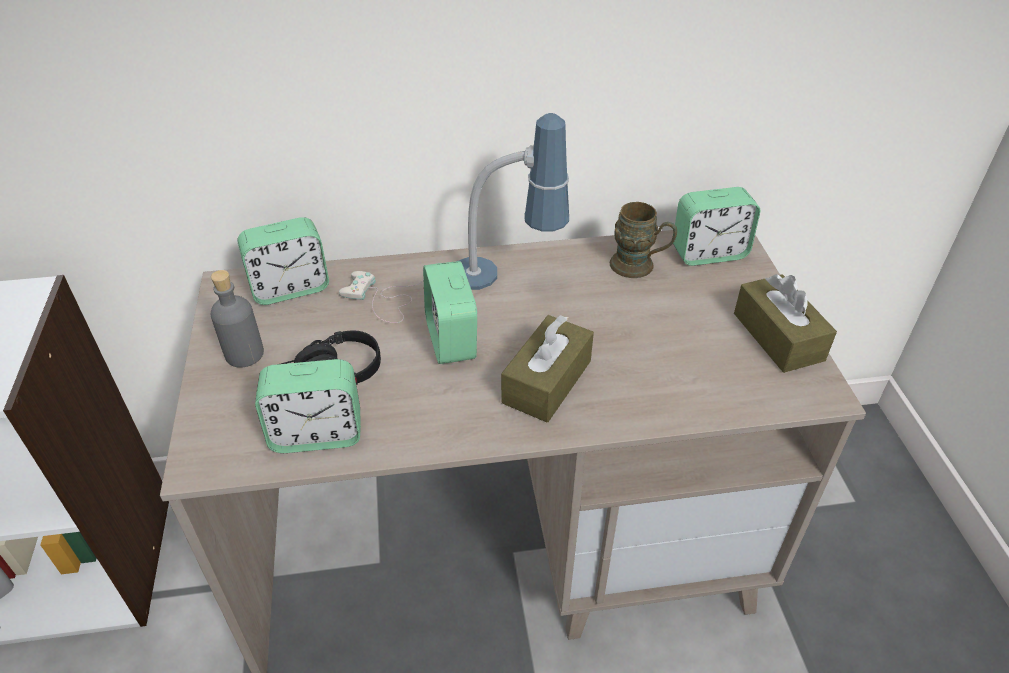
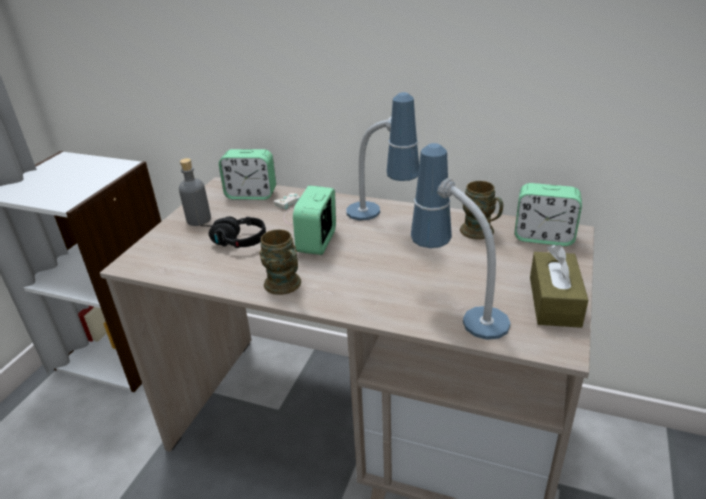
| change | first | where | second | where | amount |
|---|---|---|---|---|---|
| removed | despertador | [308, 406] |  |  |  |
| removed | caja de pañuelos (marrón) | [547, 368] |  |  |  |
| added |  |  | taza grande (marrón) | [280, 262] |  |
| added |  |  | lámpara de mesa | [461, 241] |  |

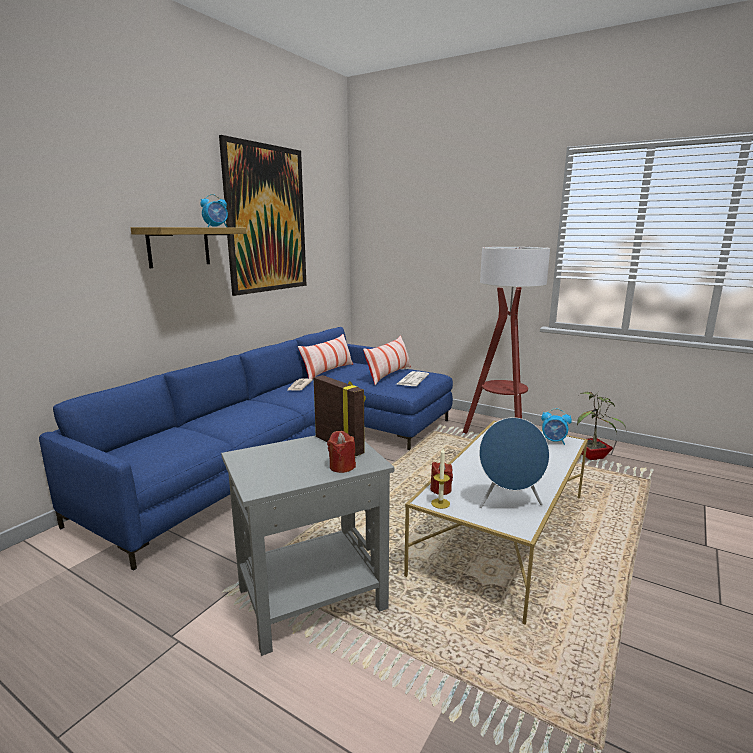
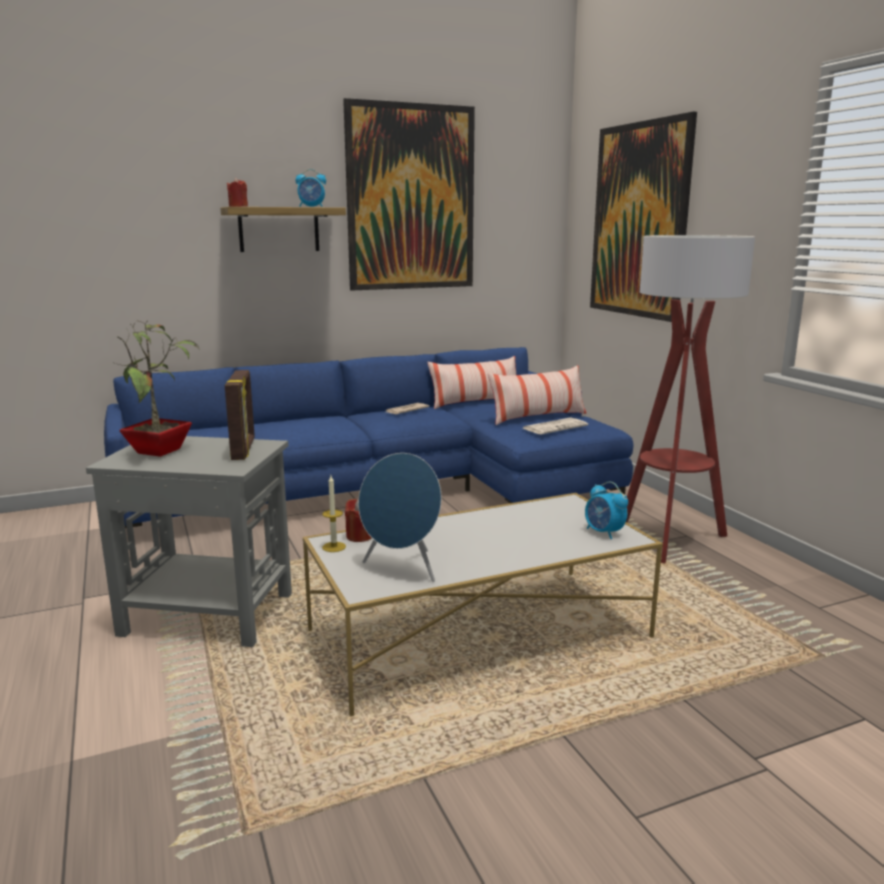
| change | first | where | second | where | amount |
|---|---|---|---|---|---|
| moved | vela (rojo) | [341, 452] |  | [237, 192] |  |
| moved | planta en maceta | [601, 426] |  | [157, 388] |  |
| added |  |  | cuadro | [643, 217] |  |

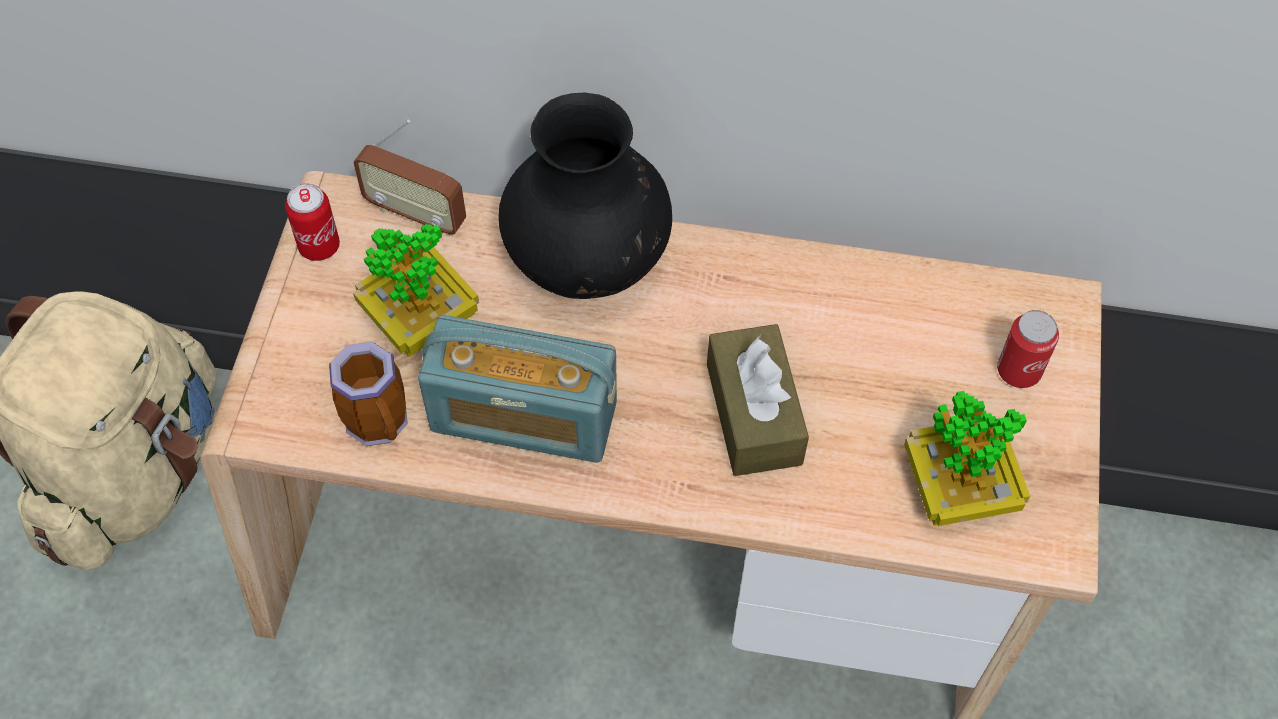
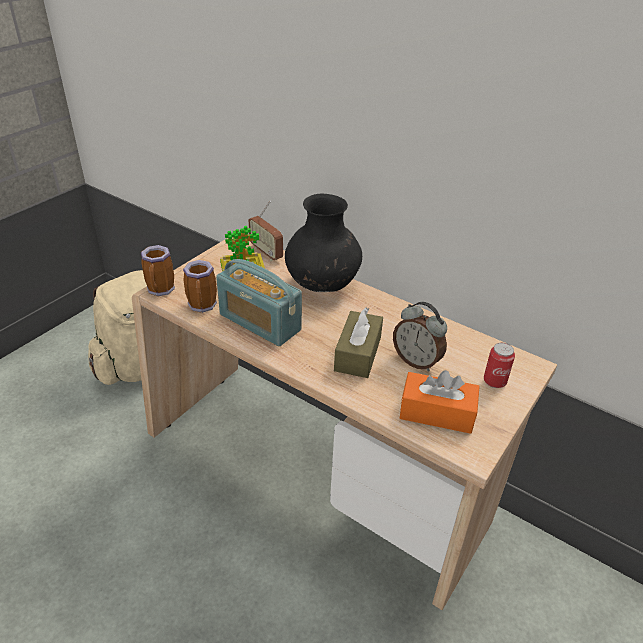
| change | first | where | second | where | amount |
|---|---|---|---|---|---|
| removed | lata | [312, 222] |  |  |  |
| replaced | planta en maceta | [967, 458] | caja de pañuelos (naranja) | [440, 402] |  |
| added |  |  | taza grande | [158, 270] |  |
| added |  |  | despertador | [420, 337] |  |

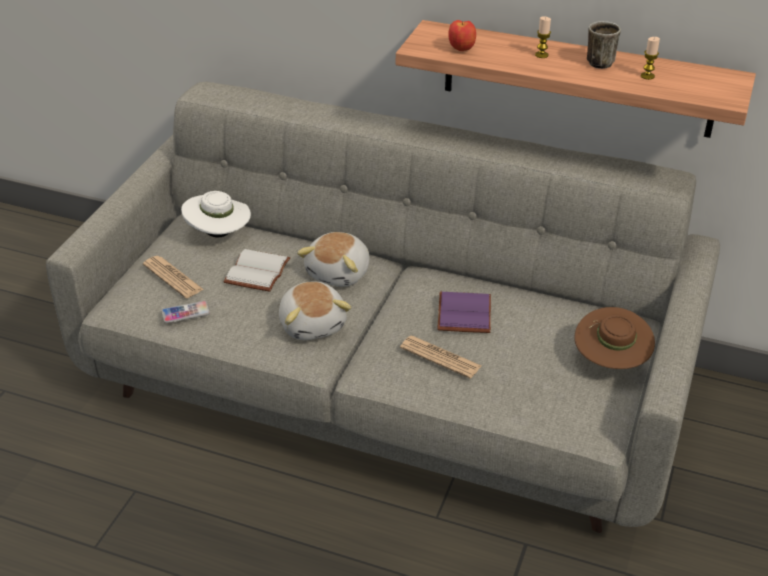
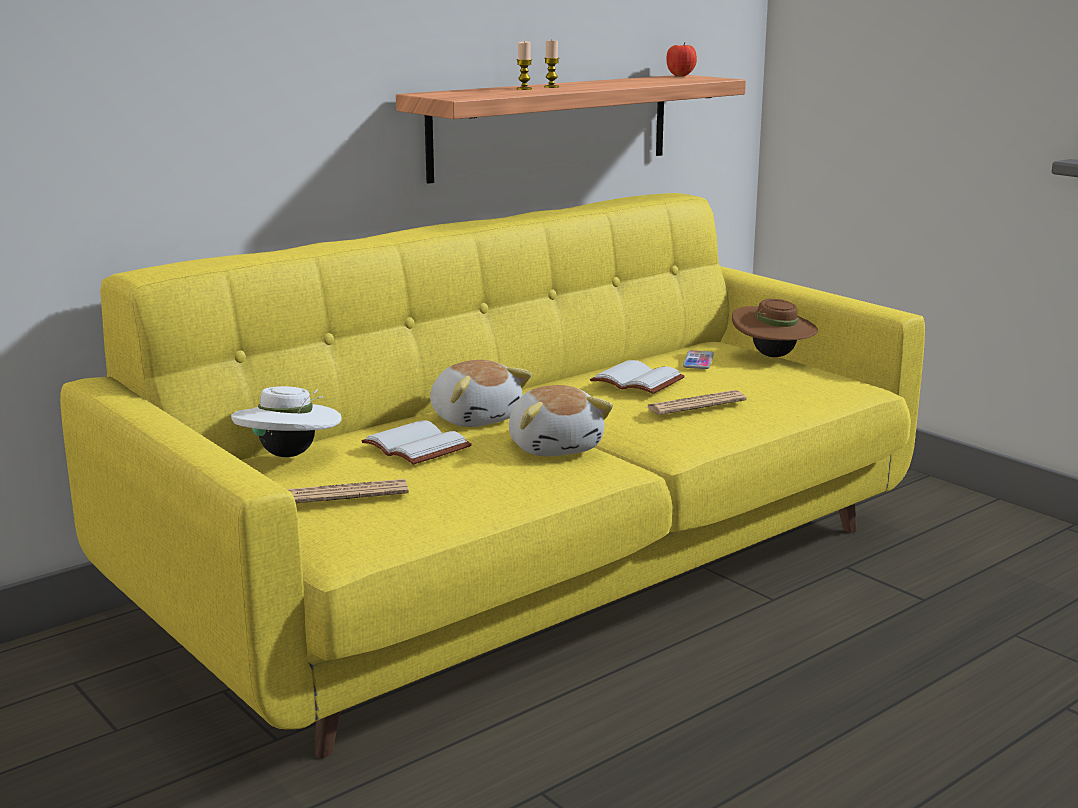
| change | first | where | second | where | amount |
|---|---|---|---|---|---|
| recoloured | sofá (gris) | [383, 307] | sofá (amarillo) | [492, 476] |  |
| moved | móvil | [185, 312] |  | [698, 359] |  |
| turned | peluche | [315, 310] |  | [561, 420] | 60 degrees clockwise |
| recoloured | libro (morado) | [464, 312] | libro (blanco) | [637, 377] |  |
| moved | manzana | [462, 35] |  | [681, 59] |  |
| removed | taza grande | [604, 45] |  |  |  |
| moved | vela | [650, 58] |  | [524, 65] |  |

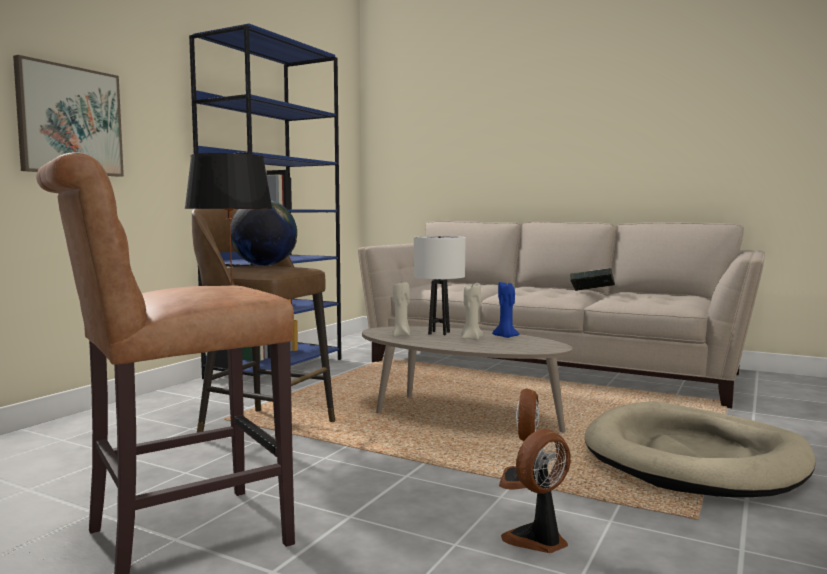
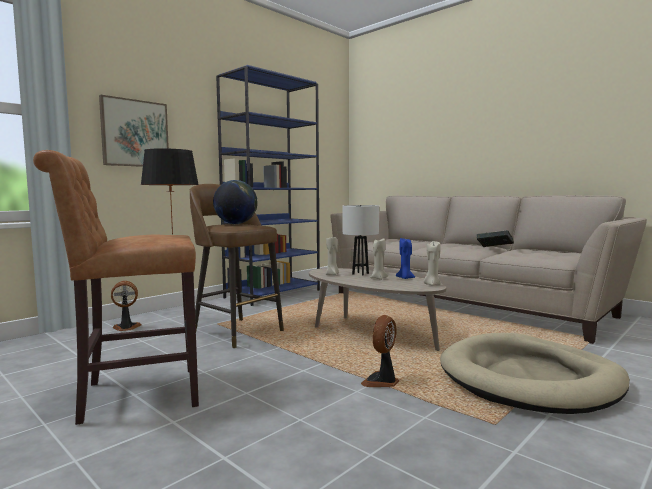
| change | first | where | second | where | amount |
|---|---|---|---|---|---|
| moved | ventilador | [536, 491] |  | [126, 306] |  |
| added |  |  | vela (beis) | [432, 263] |  |

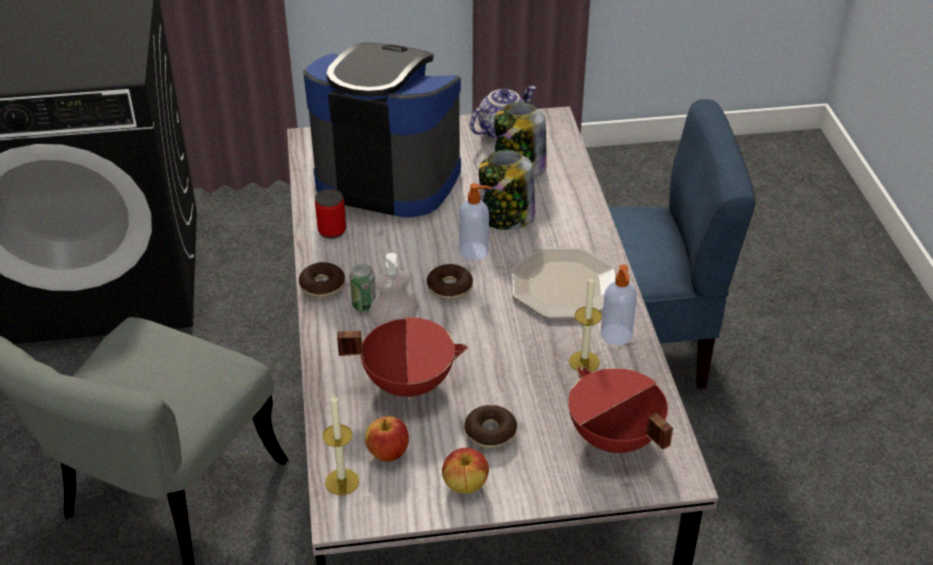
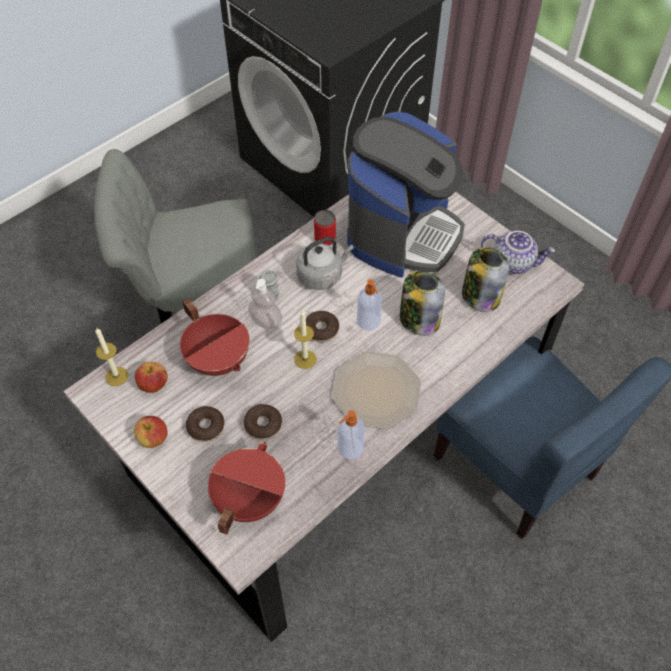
| change | first | where | second | where | amount |
|---|---|---|---|---|---|
| moved | rosquilla | [322, 280] |  | [263, 422] |  |
| turned | cafetera | [382, 130] |  | [406, 194] | 45 degrees clockwise |
| moved | vela | [585, 323] |  | [305, 339] |  |
| added |  |  | hervidor (gris) | [325, 263] |  |

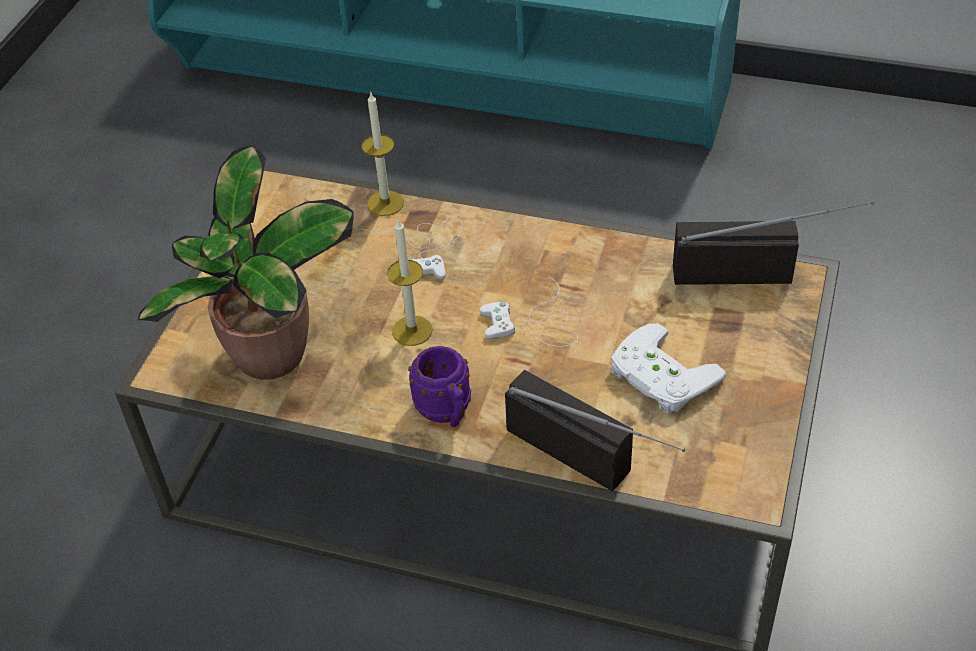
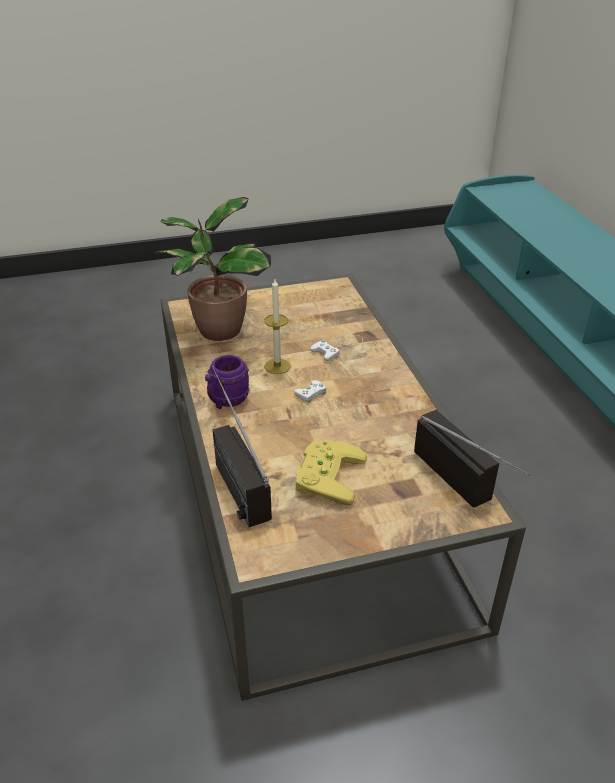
| change | first | where | second | where | amount |
|---|---|---|---|---|---|
| removed | vela | [383, 153] |  |  |  |
| turned | radio | [595, 430] |  | [241, 446] | 150 degrees clockwise |
| recoloured | mando de consola (blanco) | [668, 368] | mando de consola (amarillo) | [331, 473] |  |

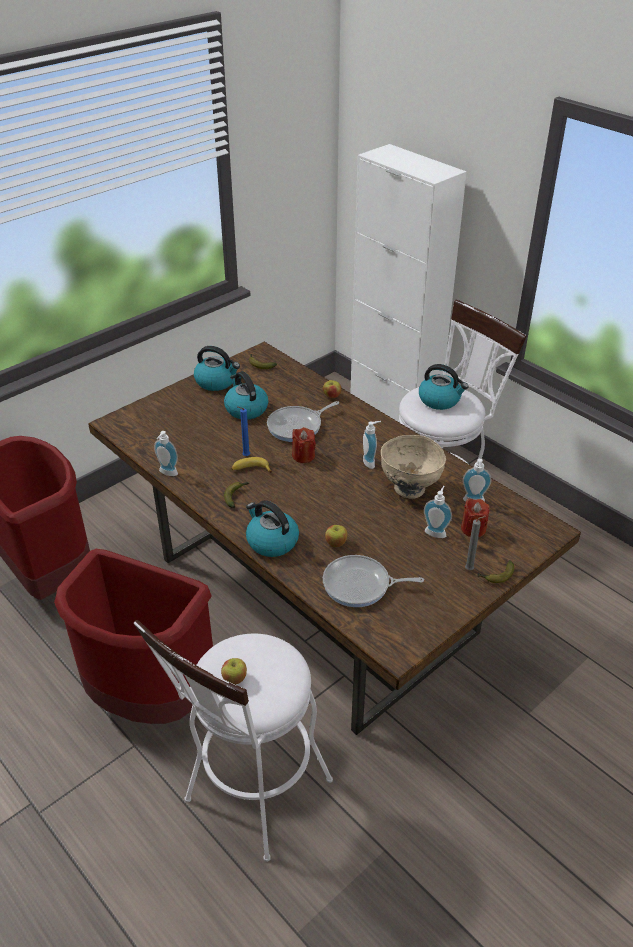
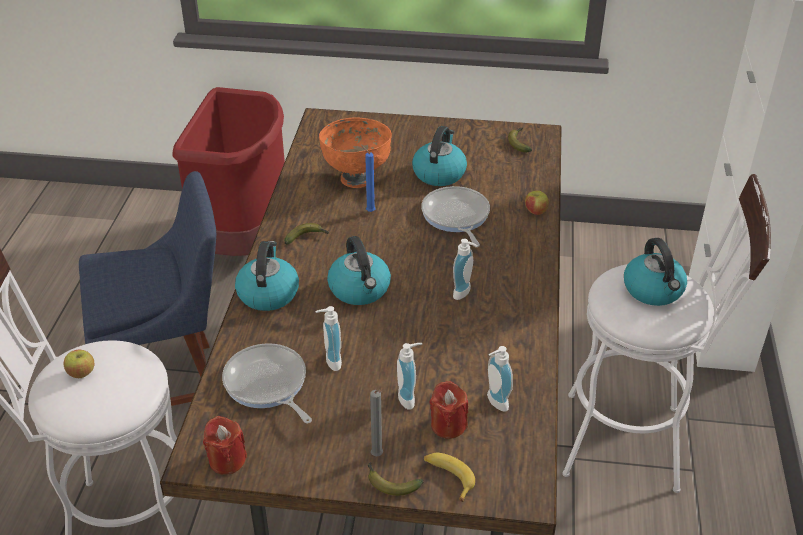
| change | first | where | second | where | amount |
|---|---|---|---|---|---|
| replaced | papelera (rojo) | [133, 636] | silla (azul) | [147, 288] |  |
| moved | dispensador de jabón | [166, 453] |  | [328, 338] |  |
| moved | hervidor | [217, 368] |  | [359, 270] |  |
| moved | plátano | [251, 465] |  | [449, 477] |  |
| turned | sartén | [303, 421] |  | [455, 216] | 60 degrees clockwise |
| moved | vela (rojo) | [304, 445] |  | [225, 445] |  |
| removed | manzana | [336, 536] |  |  |  |
| removed | cuenco (beis) | [413, 467] |  |  |  |
| added |  |  | cuenco (naranja) | [355, 152] |  |

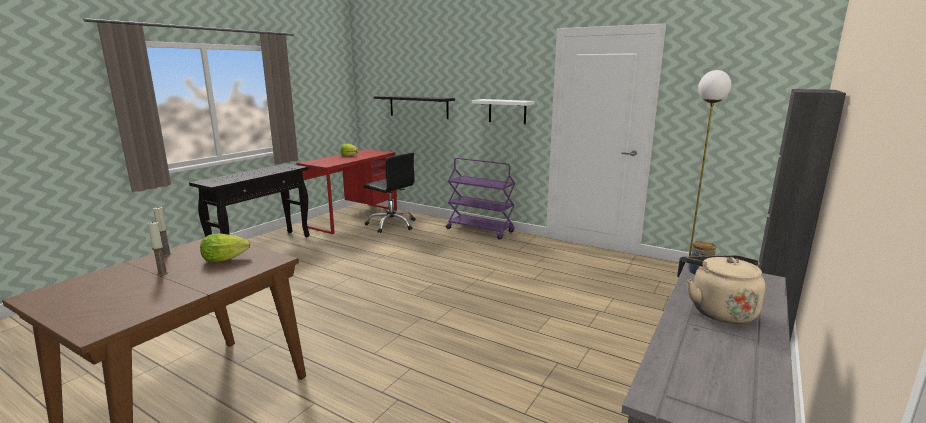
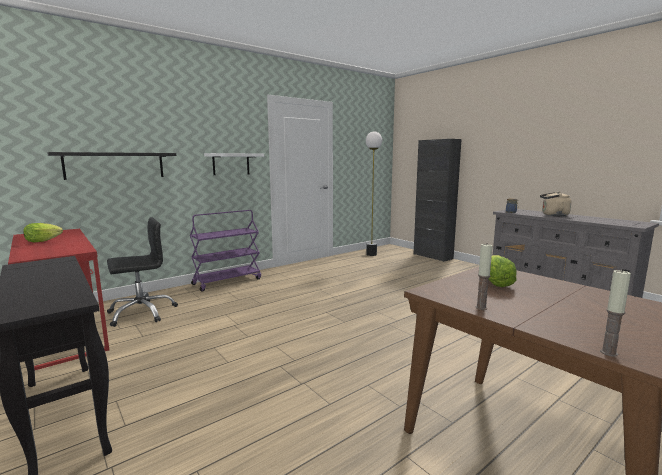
| change | first | where | second | where | amount |
|---|---|---|---|---|---|
| moved | vela | [158, 248] |  | [615, 313] |  |

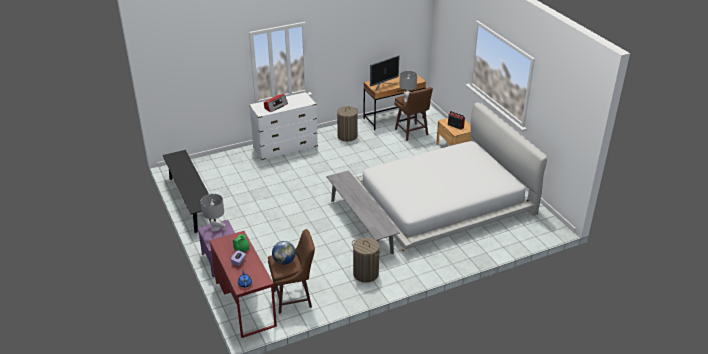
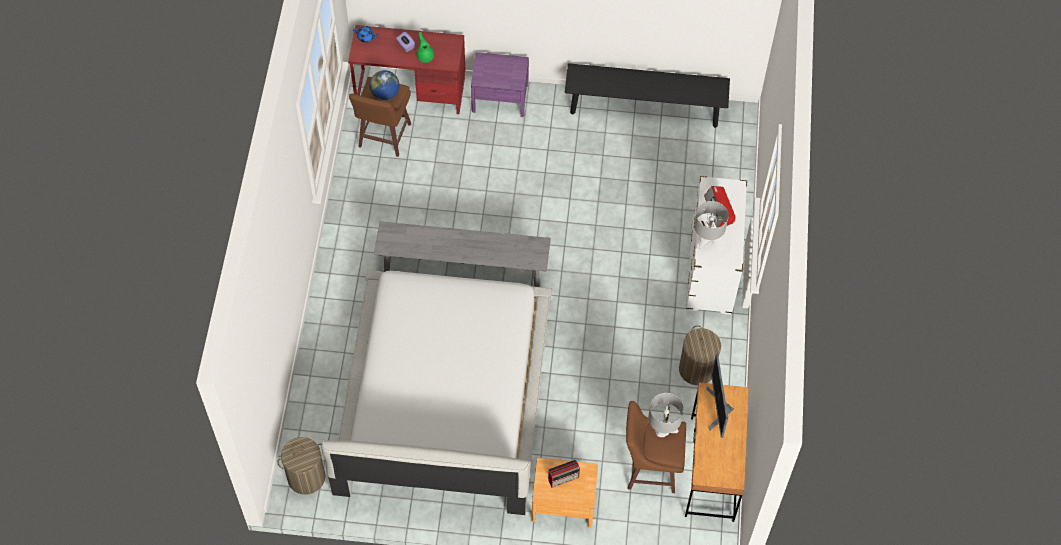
| change | first | where | second | where | amount |
|---|---|---|---|---|---|
| moved | lámpara de mesa (gris) | [213, 212] |  | [711, 225] |  |
| moved | cesto de la ropa | [366, 260] |  | [301, 466] |  |

